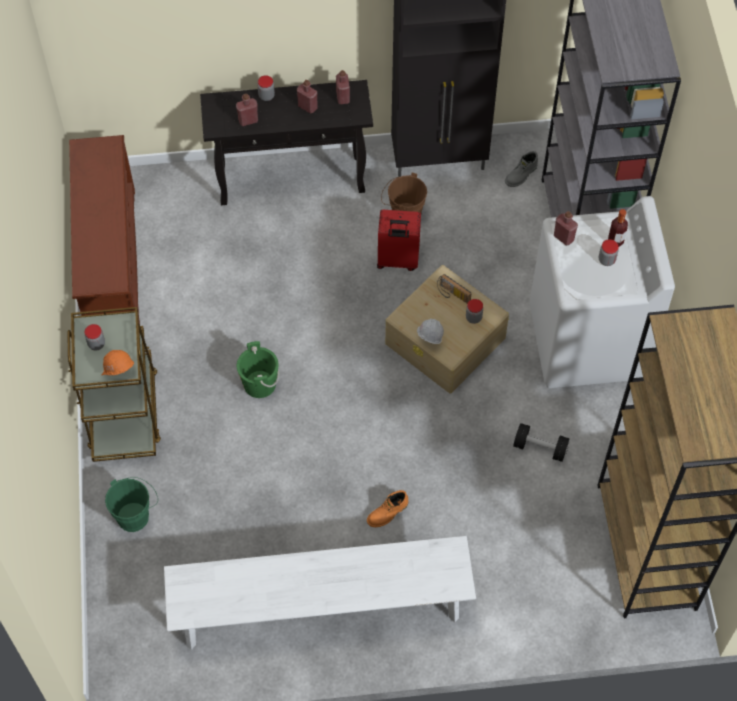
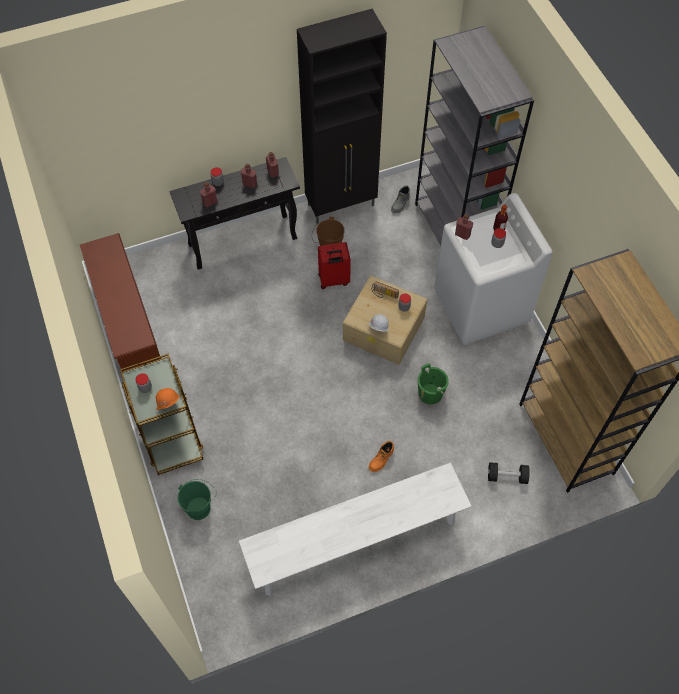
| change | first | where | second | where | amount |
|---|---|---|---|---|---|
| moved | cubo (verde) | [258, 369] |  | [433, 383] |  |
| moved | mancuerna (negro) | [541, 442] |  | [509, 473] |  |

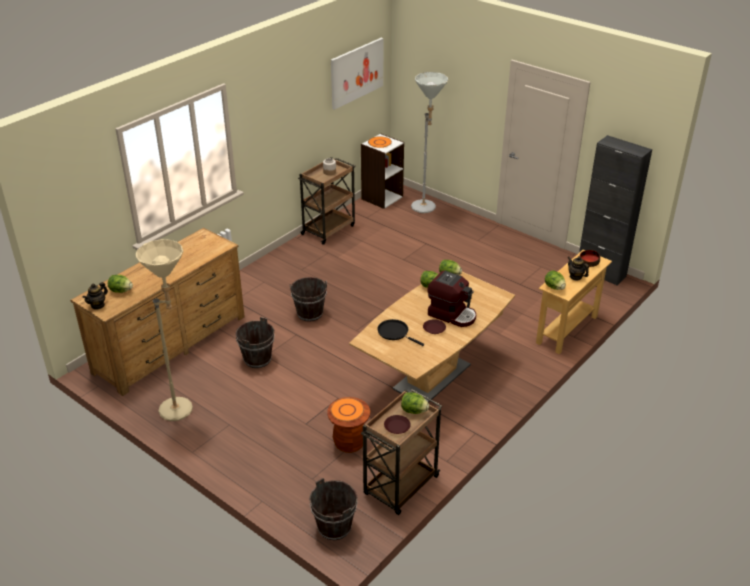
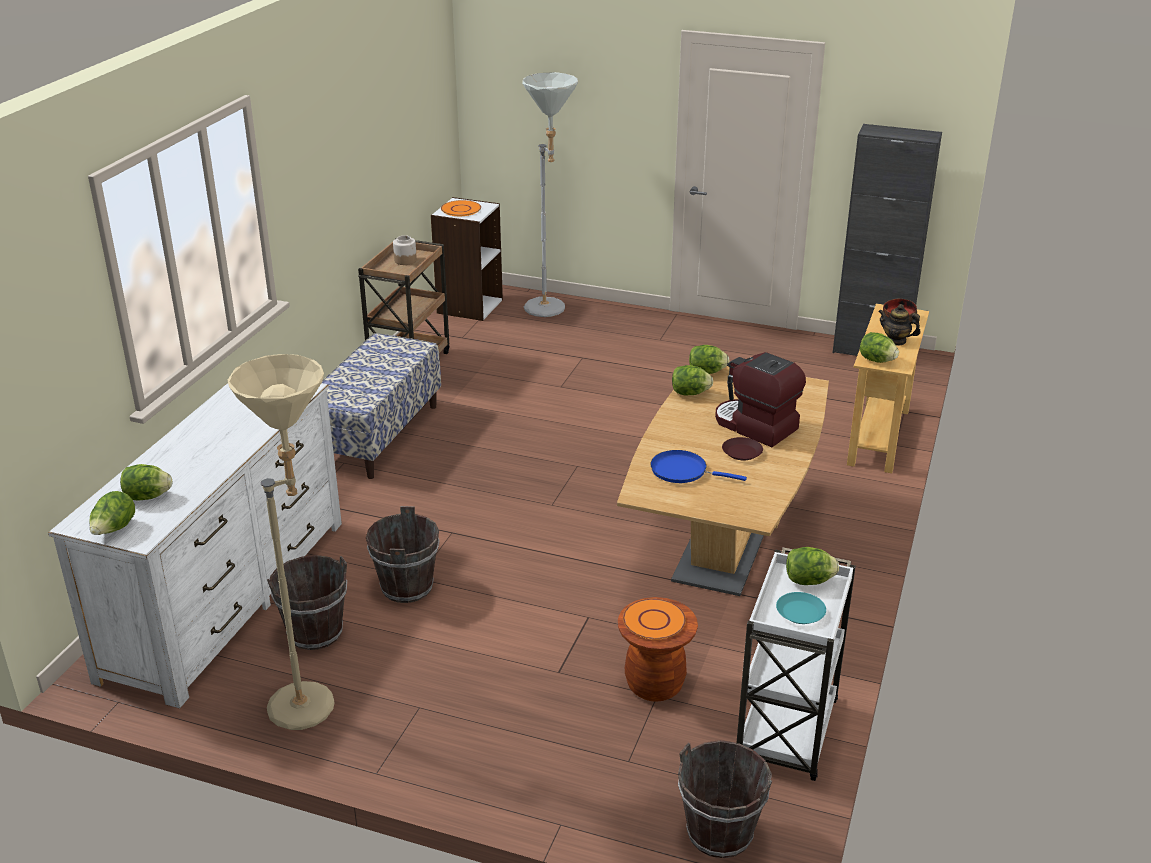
| change | first | where | second | where | amount |
|---|---|---|---|---|---|
| recoloured | cómoda (marrón) | [157, 312] | cómoda (blanco) | [195, 546] |  |
| replaced | tetera | [95, 296] | lechuga | [112, 513] |  |
| moved | cubo (marrón) | [308, 299] |  | [307, 602] |  |
| removed | cuadro | [357, 74] |  |  |  |
| recoloured | carrito (marrón) | [401, 452] | carrito (blanco) | [796, 664] |  |
| recoloured | sartén (negro) | [400, 332] | sartén (azul) | [699, 466] |  |
| recoloured | plato (marrón) | [397, 424] | plato (turquesa) | [801, 608] |  |
| turned | cafetera | [451, 299] |  | [760, 399] | 150 degrees counterclockwise |
| added |  |  | banco | [381, 406] |  |

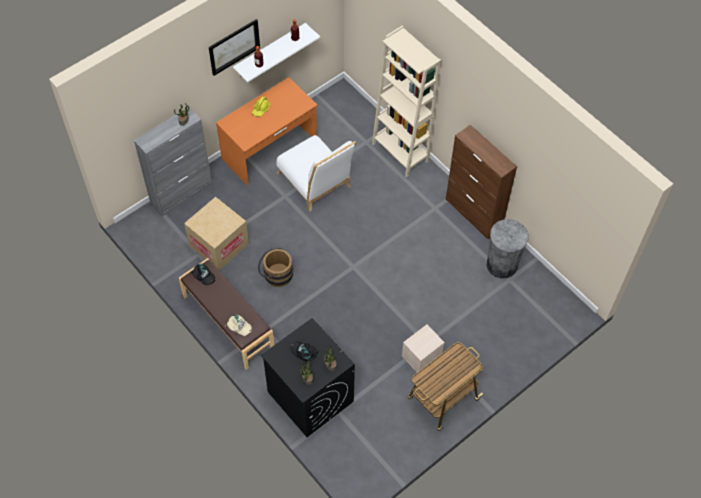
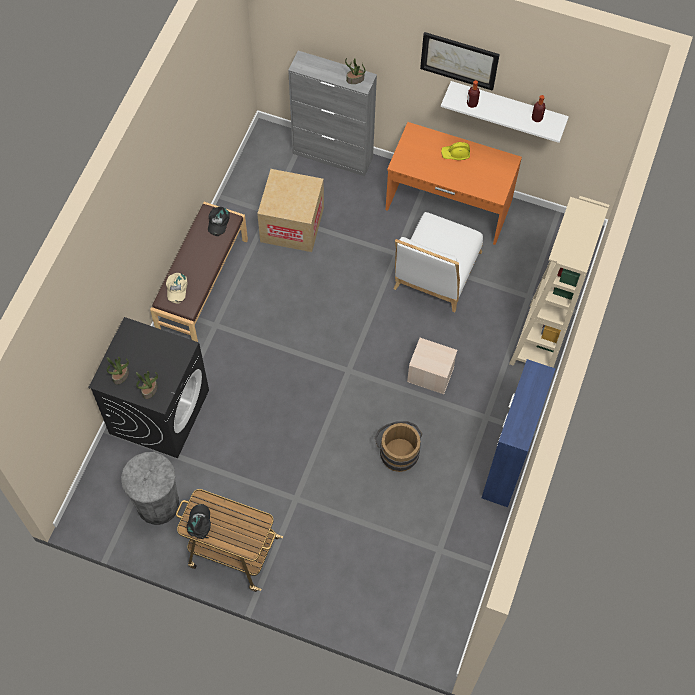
| change | first | where | second | where | amount |
|---|---|---|---|---|---|
| moved | cubo (marrón) | [275, 267] |  | [398, 446] |  |
| moved | gorra (negro) | [304, 351] |  | [199, 521] |  |
| moved | caja de almacenaje (beis) | [423, 348] |  | [432, 366] |  |
| recoloured | armario (marrón) | [481, 182] | armario (azul) | [519, 433] |  |
| moved | papelera (gris) | [508, 248] |  | [150, 488] |  |

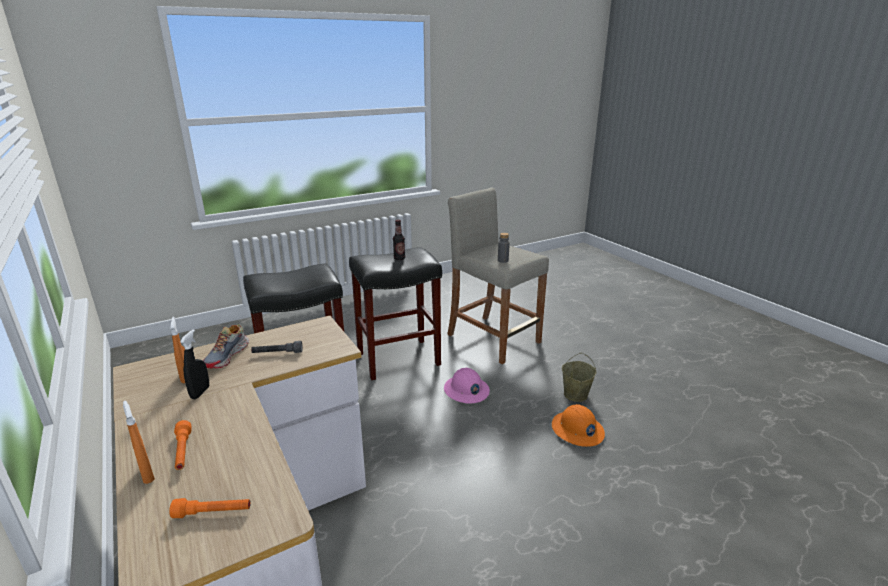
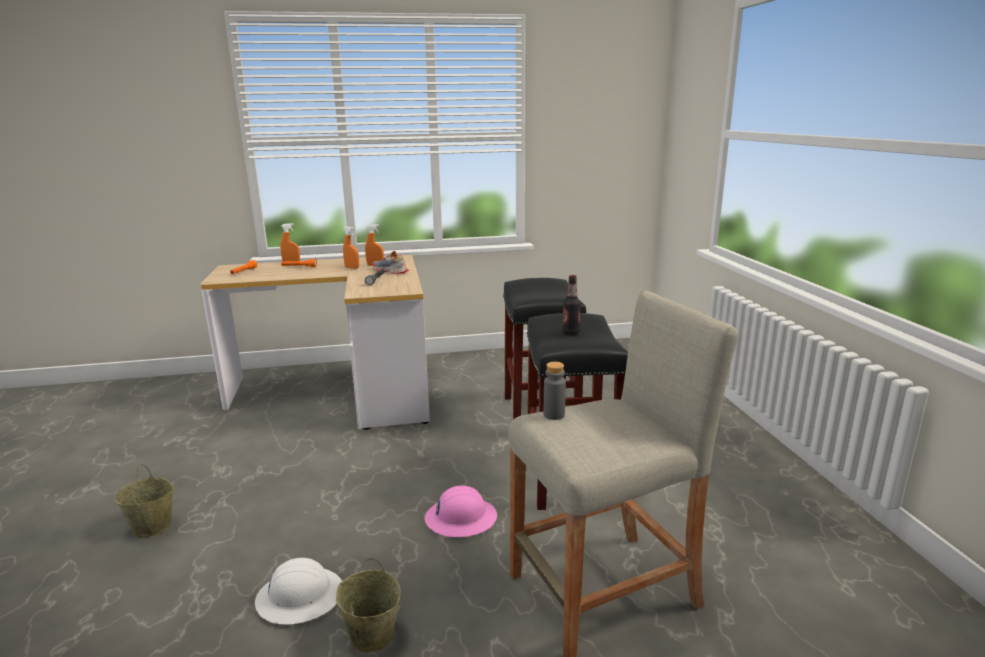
| change | first | where | second | where | amount |
|---|---|---|---|---|---|
| recoloured | pulverizador (negro) | [194, 364] | pulverizador (naranja) | [351, 247] |  |
| recoloured | casco (naranja) | [578, 425] | casco (blanco) | [298, 591] |  |
| added |  |  | cubo (beis) | [144, 501] |  |

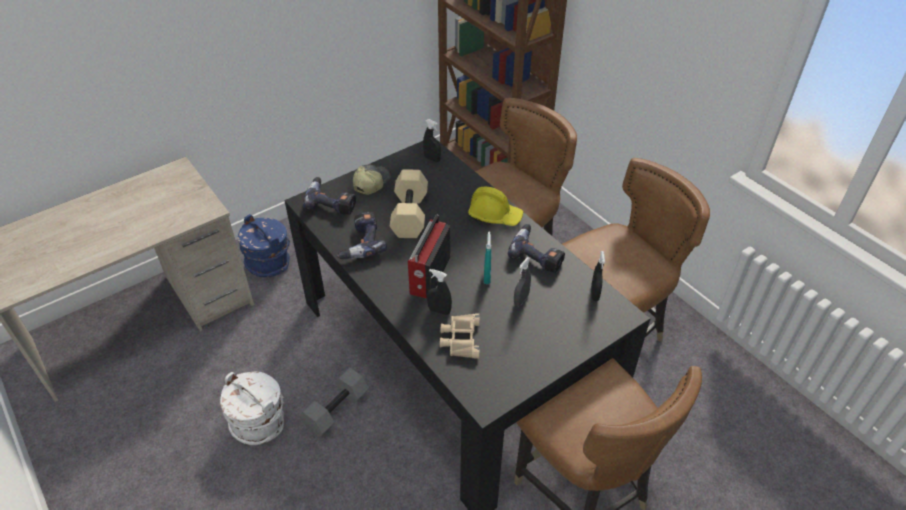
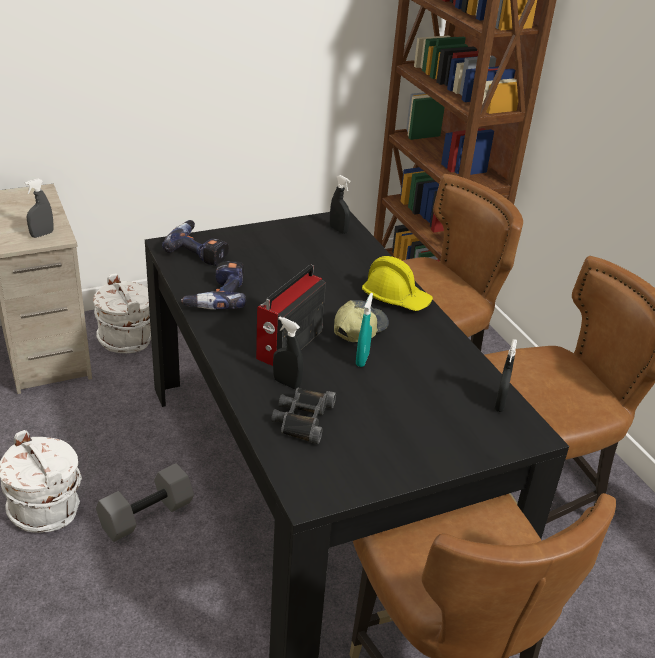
| change | first | where | second | where | amount |
|---|---|---|---|---|---|
| recoloured | cubo (azul) | [264, 245] | cubo (blanco) | [122, 313] |  |
| moved | gorra | [371, 180] |  | [361, 321] |  |
| removed | mancuerna (beis) | [409, 203] |  |  |  |
| recoloured | prismáticos (beis) | [460, 336] | prismáticos (negro) | [303, 415] |  |
| removed | taladro | [536, 248] |  |  |  |
| moved | pulverizador (gris) | [522, 281] |  | [39, 208] |  |

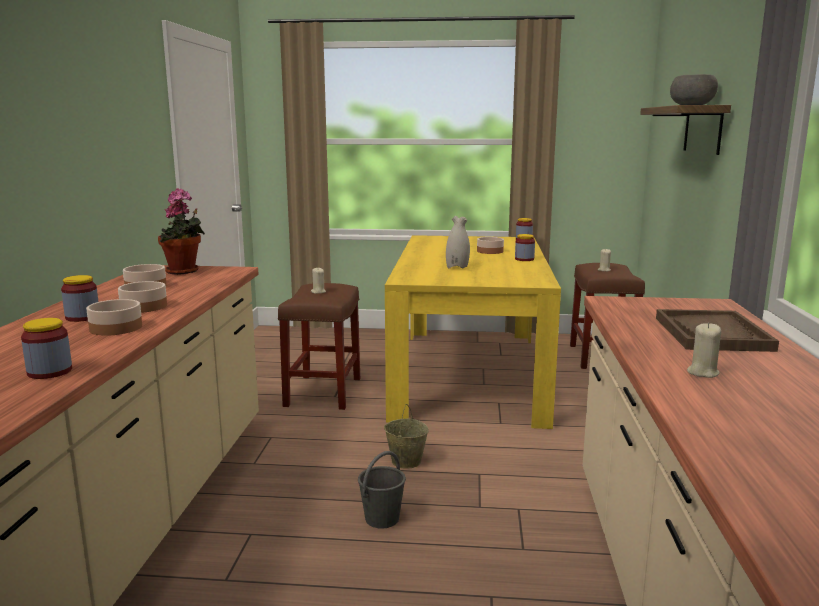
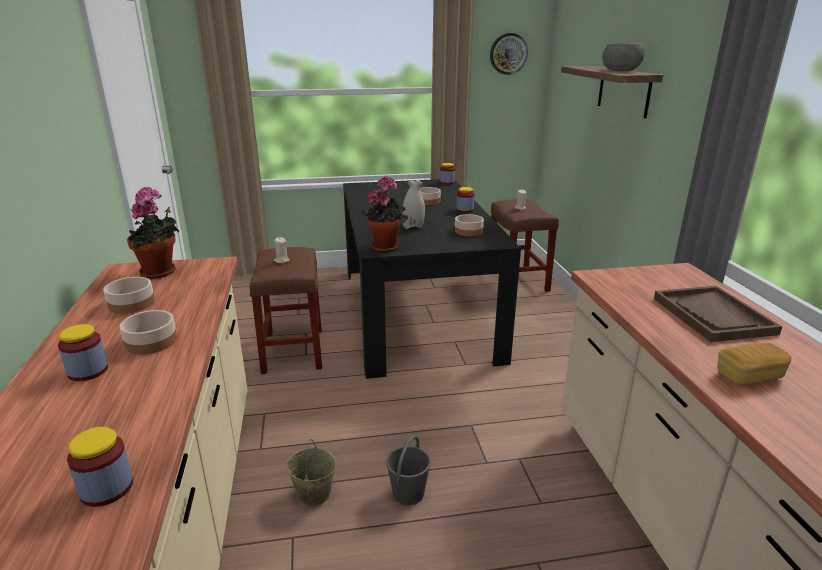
| change | first | where | second | where | amount |
|---|---|---|---|---|---|
| moved | cuenco | [114, 317] |  | [469, 225] |  |
| moved | cubo (beis) | [406, 436] |  | [311, 472] |  |
| recoloured | mesa de comedor (amarillo) | [473, 332] | mesa de comedor (negro) | [432, 279] |  |
| replaced | vela (beis) | [704, 350] | pan | [754, 363] |  |
| added |  |  | planta en maceta | [385, 214] |  |
| added |  |  | reloj de pared | [509, 54] |  |

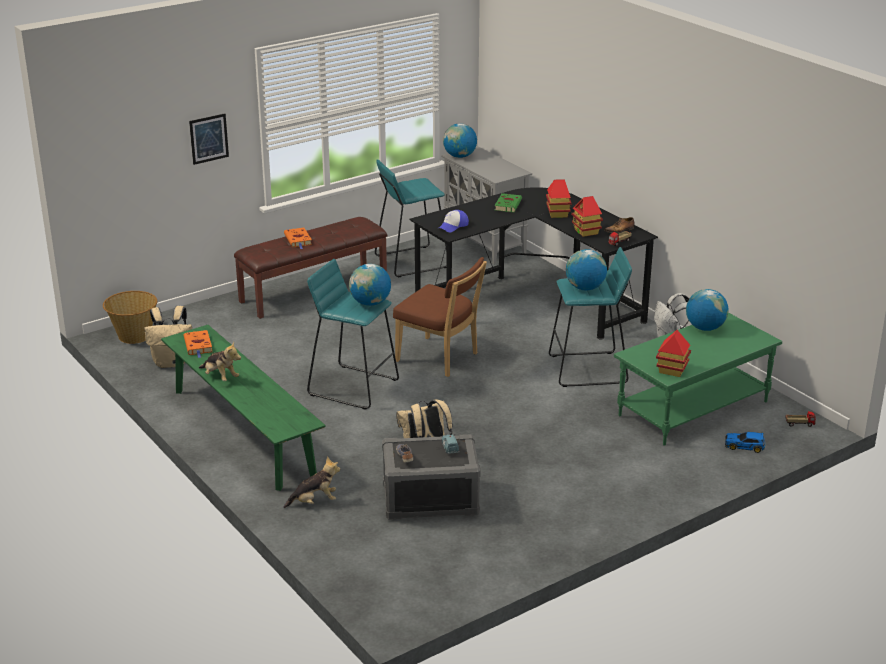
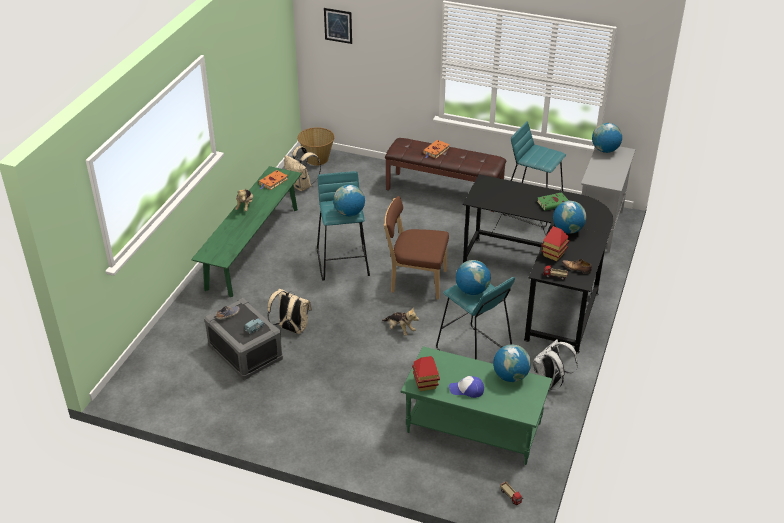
| change | first | where | second | where | amount |
|---|---|---|---|---|---|
| moved | cuadro | [209, 139] |  | [338, 26] |  |
| moved | peluche | [311, 482] |  | [400, 321] |  |
| turned | silla (marrón) | [440, 317] |  | [416, 248] | 105 degrees clockwise |
| moved | gorra | [454, 221] |  | [466, 387] |  |
| replaced | casita | [559, 198] | globo terráqueo | [569, 217] |  |
| removed | coche de juguete | [745, 442] |  |  |  |

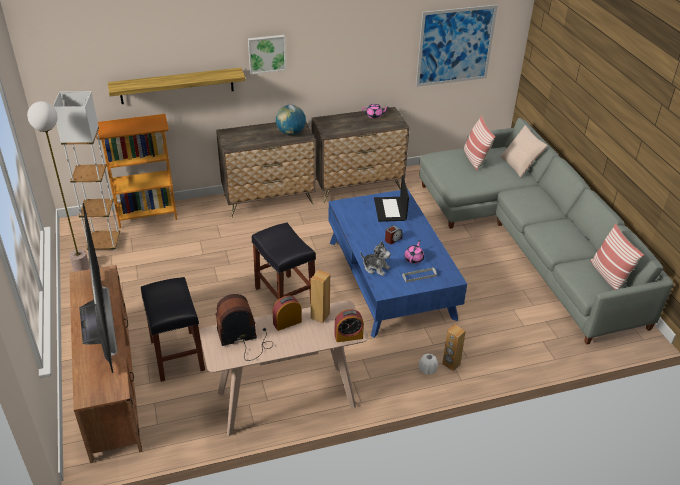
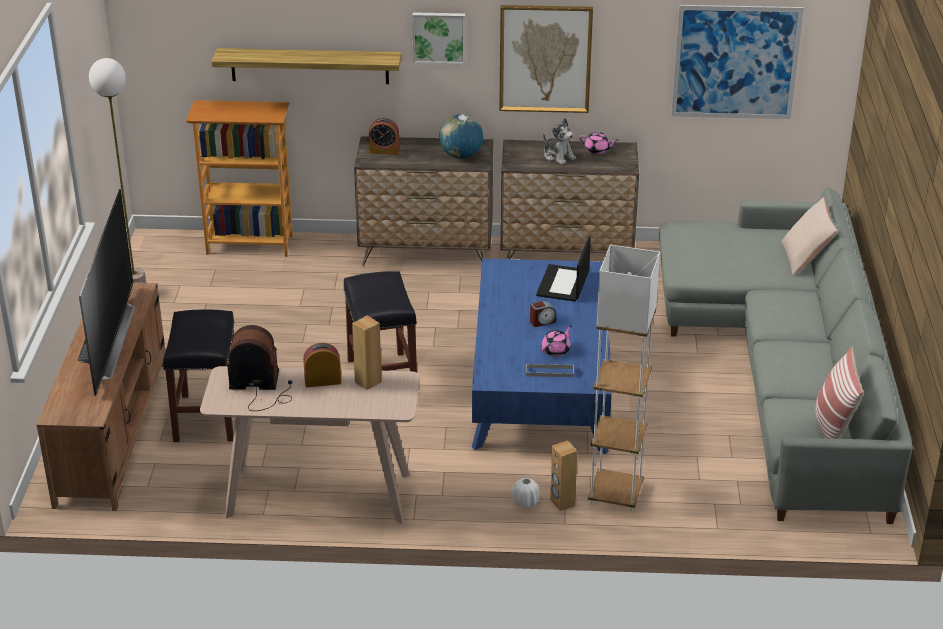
| change | first | where | second | where | amount |
|---|---|---|---|---|---|
| moved | lámpara de pie (blanco) | [86, 171] |  | [624, 378] |  |
| moved | despertador | [349, 325] |  | [384, 136] |  |
| moved | peluche | [375, 258] |  | [559, 141] |  |
| removed | cojín | [479, 143] |  |  |  |
| added |  |  | cuadro | [546, 59] |  |

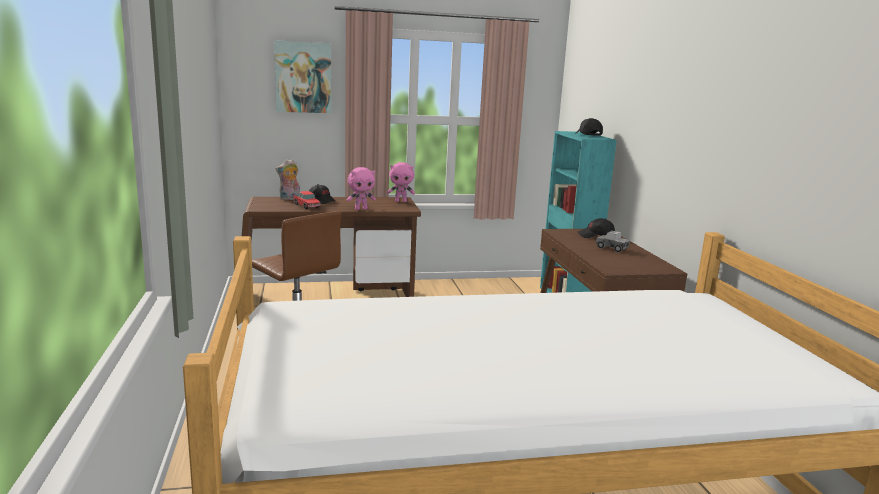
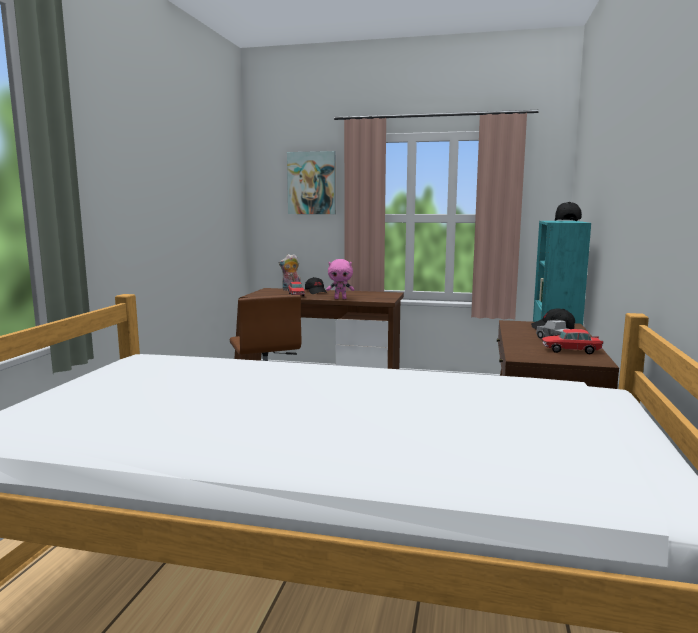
| change | first | where | second | where | amount |
|---|---|---|---|---|---|
| removed | peluche (rosa) | [401, 182] |  |  |  |
| added |  |  | coche de juguete | [572, 341] |  |

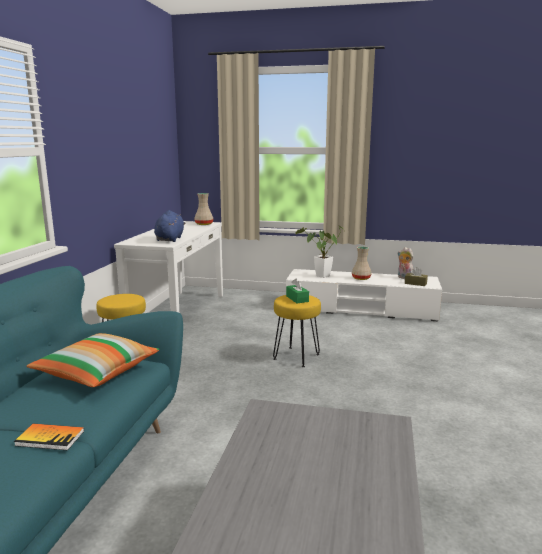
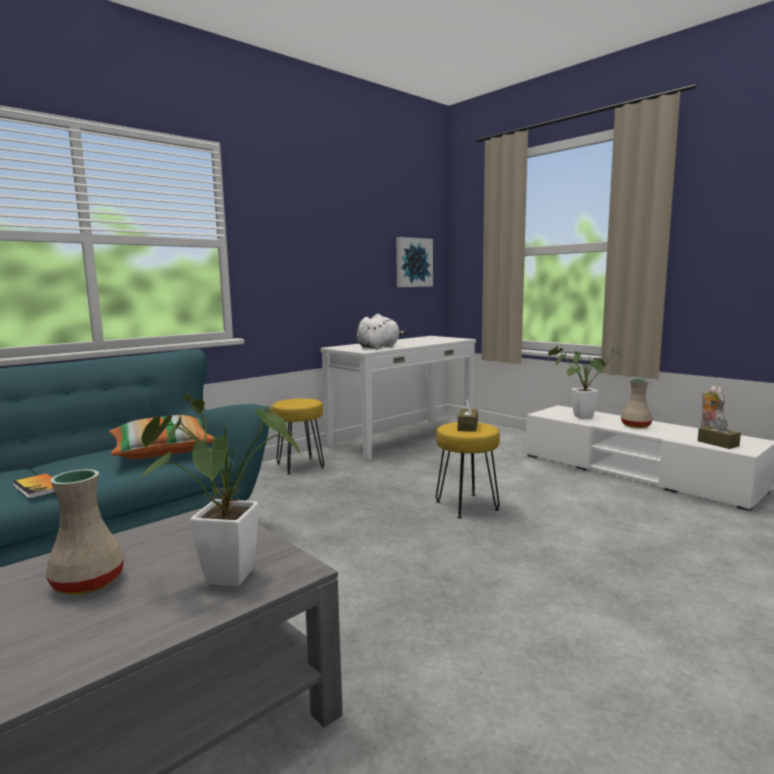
| change | first | where | second | where | amount |
|---|---|---|---|---|---|
| recoloured | peluche (azul) | [170, 226] | peluche (blanco) | [382, 332] |  |
| moved | florero (beis) | [203, 209] |  | [85, 532] |  |
| recoloured | caja de pañuelos (verde) | [297, 290] | caja de pañuelos (marrón) | [468, 415] |  |
| added |  |  | planta en maceta | [219, 490] |  |
| added |  |  | cuadro | [414, 262] |  |

